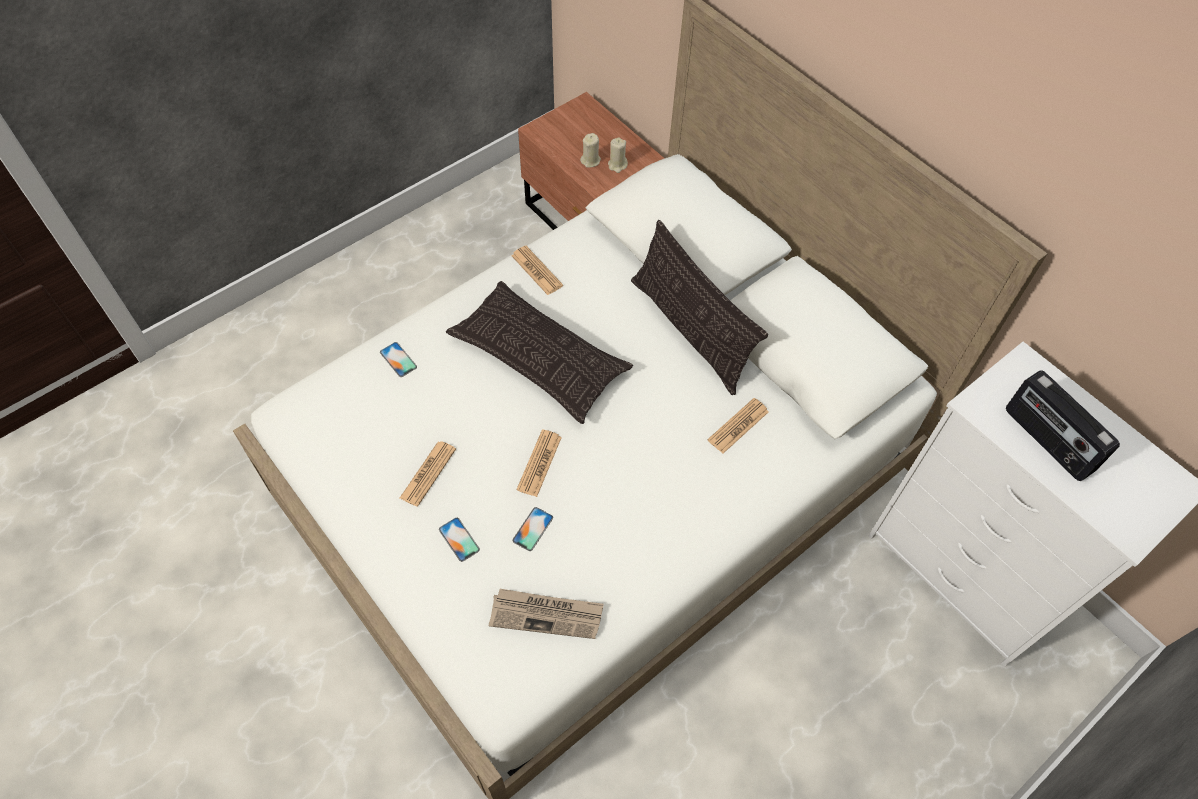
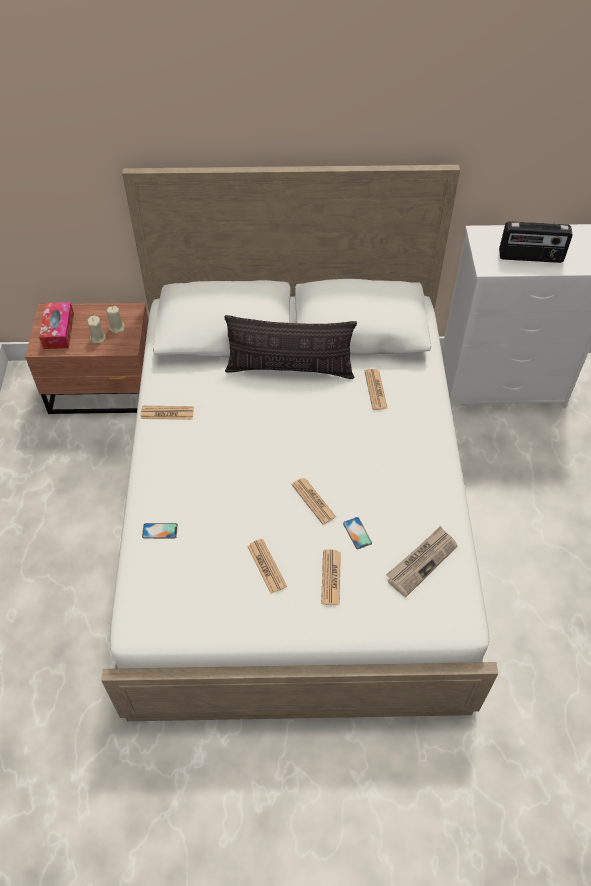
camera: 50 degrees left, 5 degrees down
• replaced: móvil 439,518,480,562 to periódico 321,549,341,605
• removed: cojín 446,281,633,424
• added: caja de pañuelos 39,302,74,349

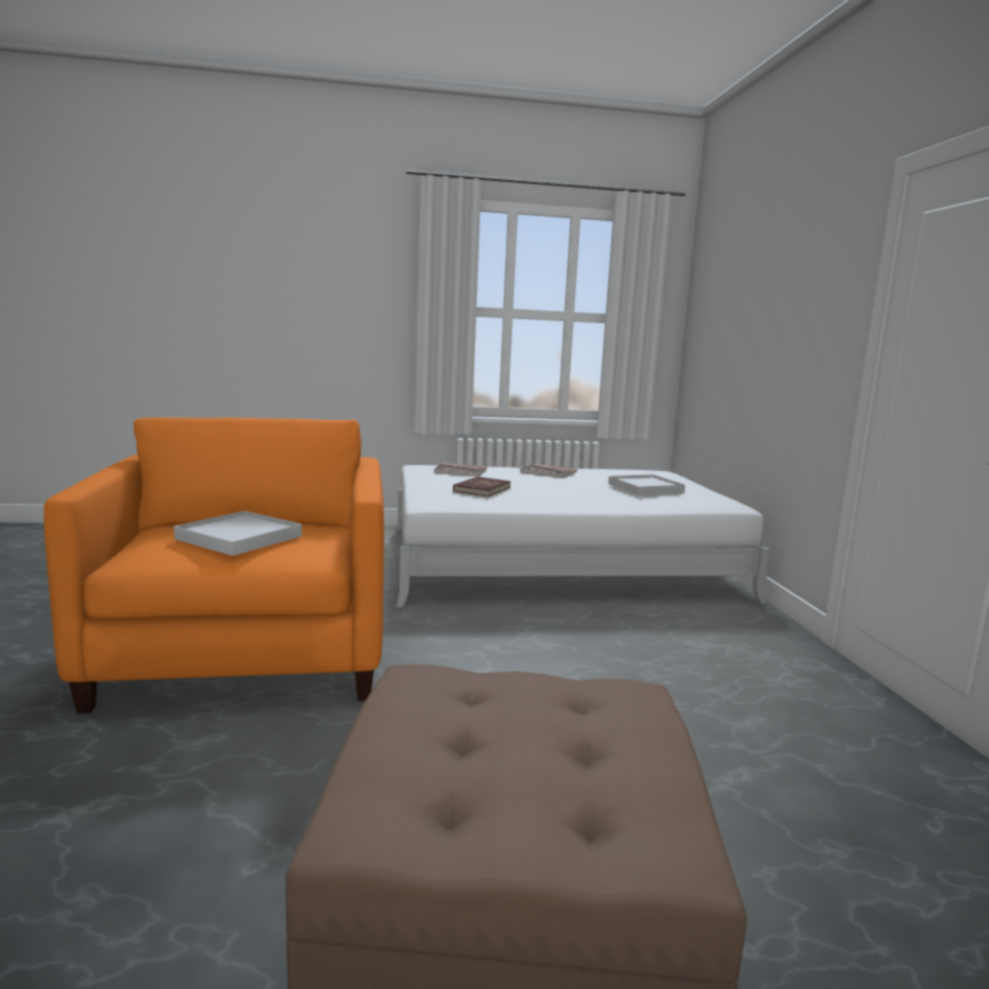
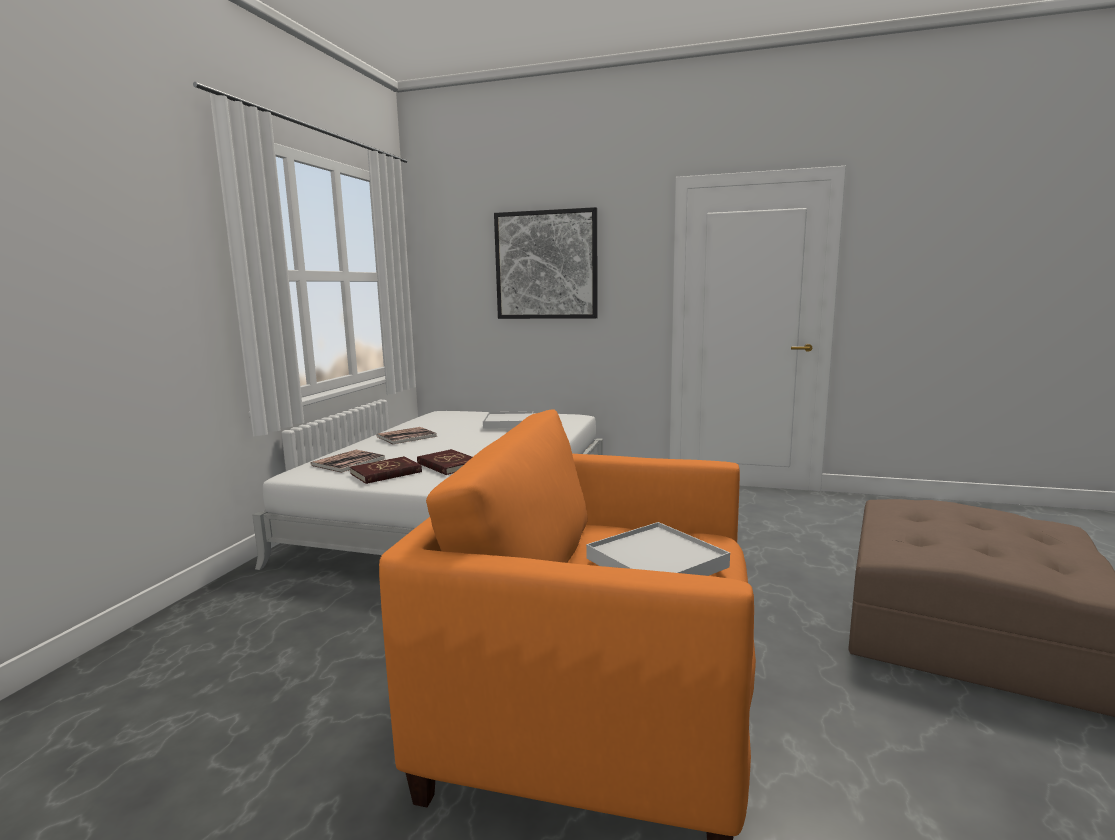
camera: 65 degrees left, 0 degrees up
• added: libro [rojo] 350,456,422,484
• added: cuadro 494,207,598,319

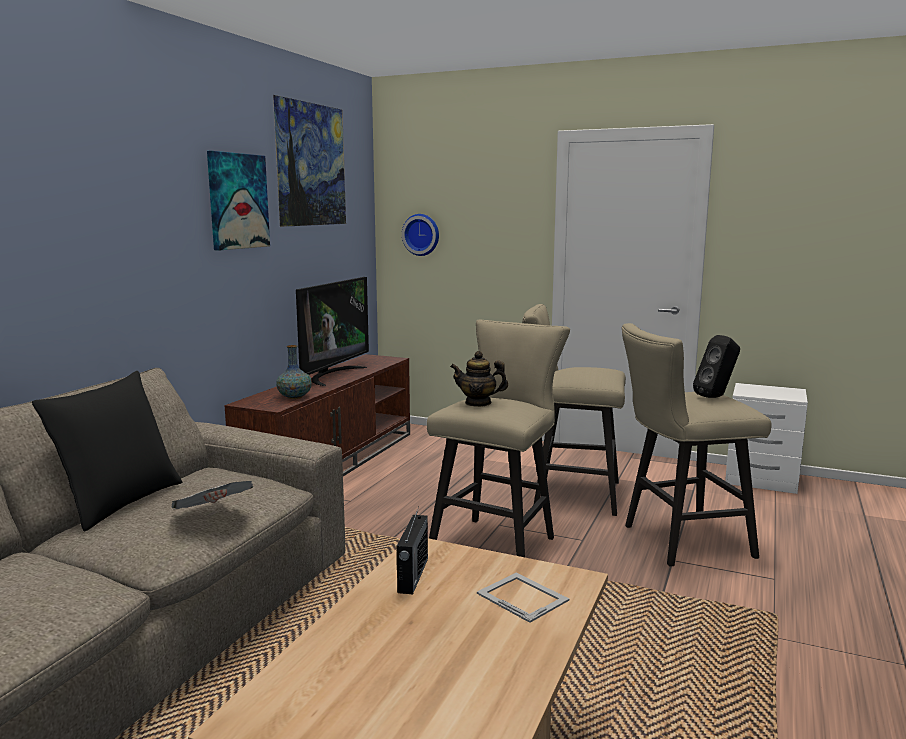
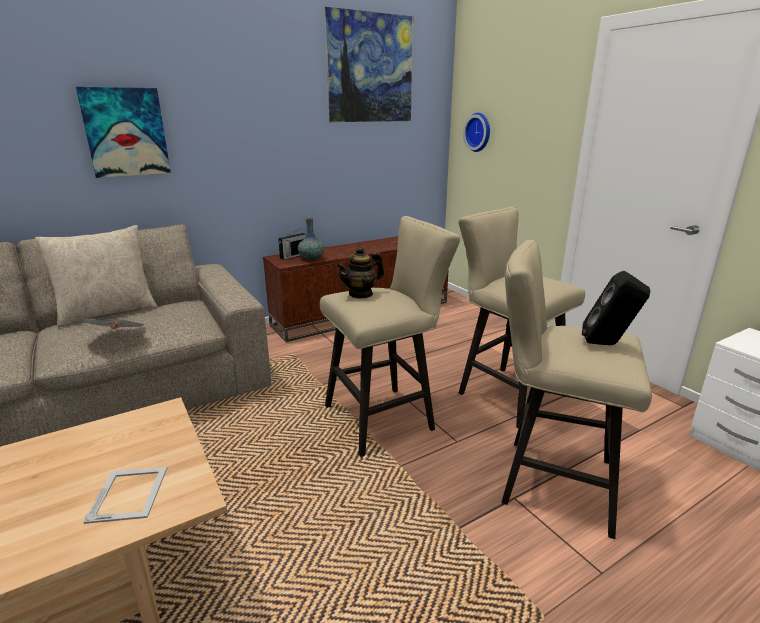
camera: 35 degrees right, 10 degrees up
• recoloured: cojín [negro] 32,371,182,531 to cojín [beis] 35,225,158,327
• moved: cuadro 207,151,270,250 to 76,86,171,178
• removed: televisor 296,277,369,386
• moved: radio 397,506,428,594 to 278,229,306,260
• turned: tetera 450,351,508,407 = 336,246,384,299 75 degrees counterclockwise

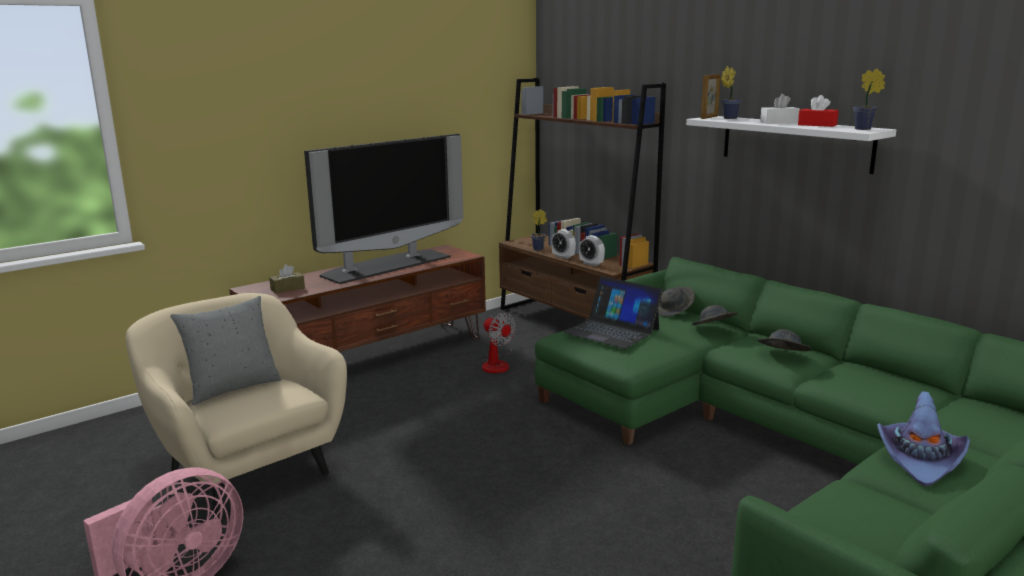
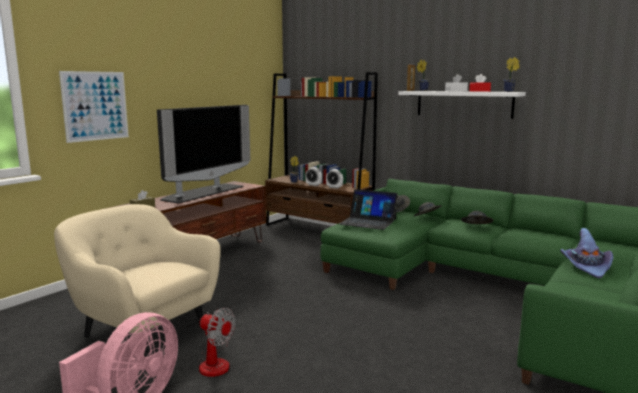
camera: 15 degrees left, 5 degrees down
• removed: cojín [gris] 170,296,282,405
• moved: ventilador 482,312,516,373 to 198,308,236,377
• added: cuadro 59,71,129,143

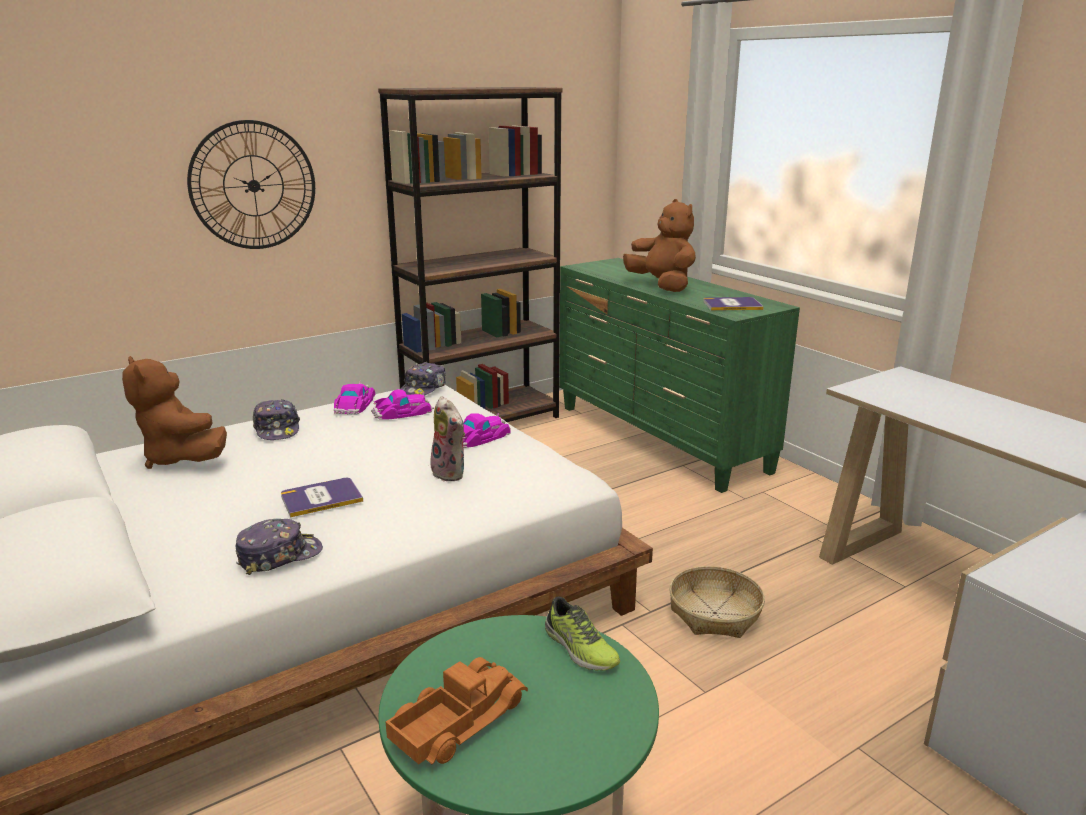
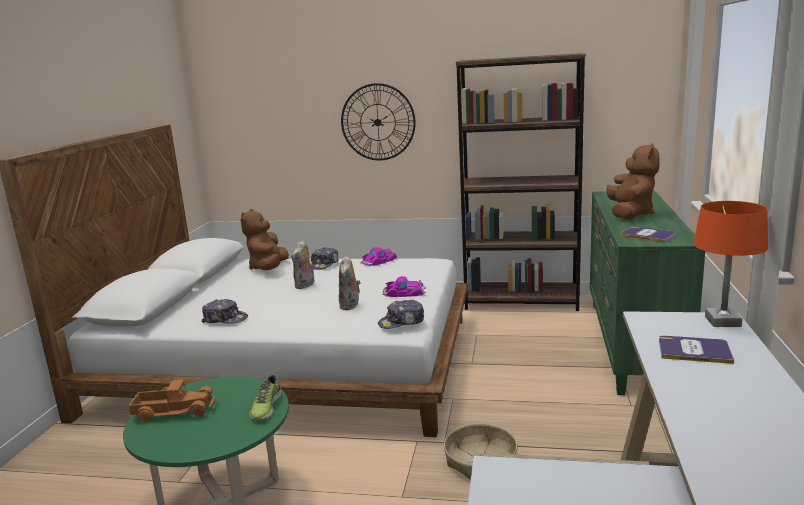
camera: 45 degrees right, 5 degrees down
• moved: libro 281,478,363,517 to 659,336,734,364
• removed: coche de juguete 371,389,434,420
• moved: gorra 400,362,446,396 to 378,300,424,329
• added: peluche 291,240,314,289
• added: lámpara de mesa [naranja] 693,201,768,327

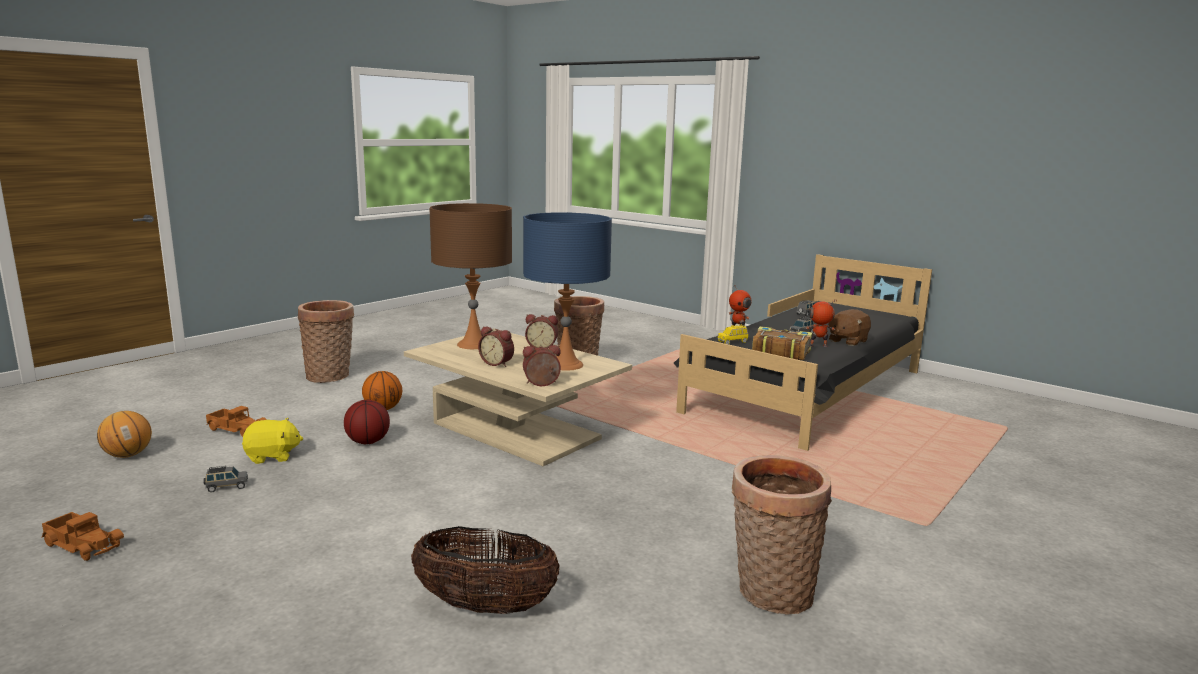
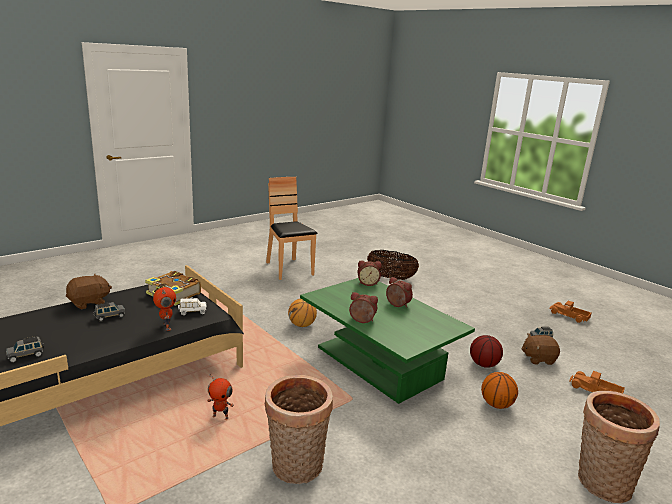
camera: 170 degrees left, 5 degrees up
• moved: balón de baloncesto 97,411,152,458 to 288,299,317,327
• recoloured: peluche [amarillo] 242,418,303,464 to peluche [marrón] 521,333,560,365
• recoloured: mesa de centro [beis] 404,328,632,466 to mesa de centro [verde] 300,278,475,404
• removed: lámpara de mesa [marrón] 429,203,512,349
• removed: lámpara de mesa [azul] 523,212,612,371
• recoloured: coche de juguete [amarillo] 718,325,748,344 to coche de juguete [blanco] 178,298,207,315
• replaced: cesta 732,455,832,614 to silla [marrón] 266,177,318,280
• moved: robot de juguete 806,299,837,347 to 207,373,234,420

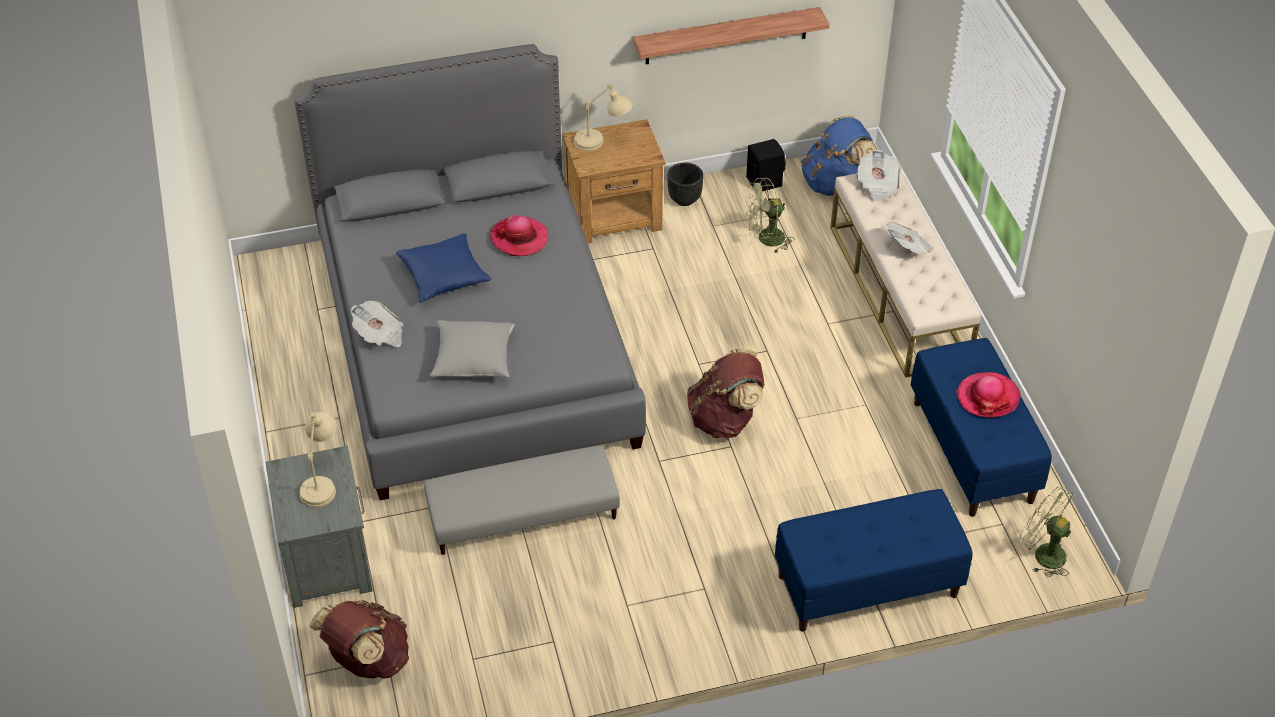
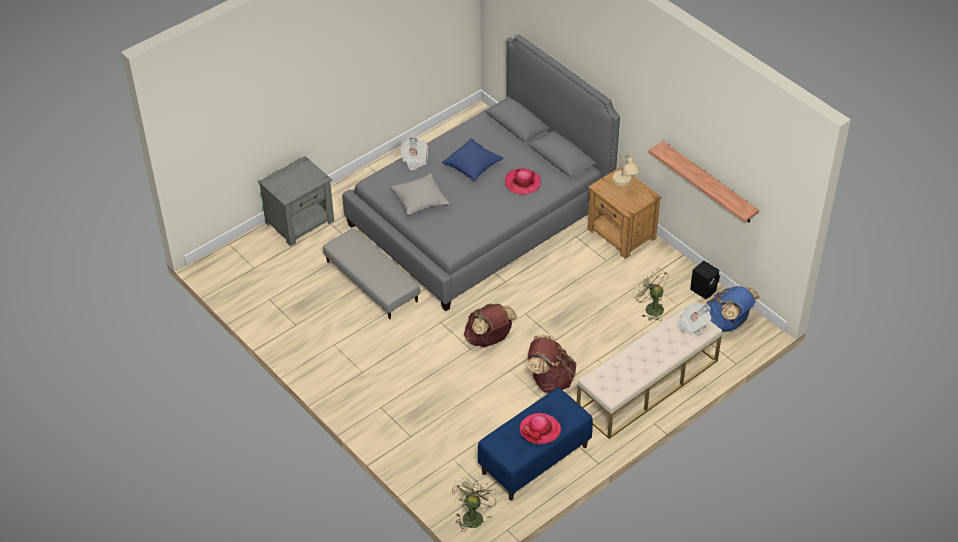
camera: 65 degrees right, 0 degrees up
• removed: lámpara de mesa [beis] 300,412,337,507
• moved: mochila [marrón] 309,600,409,679 to 528,335,576,393
• removed: maceta [negro] 667,163,703,206
• removed: banco [azul] 775,489,973,632
• removed: periódico 886,222,934,254

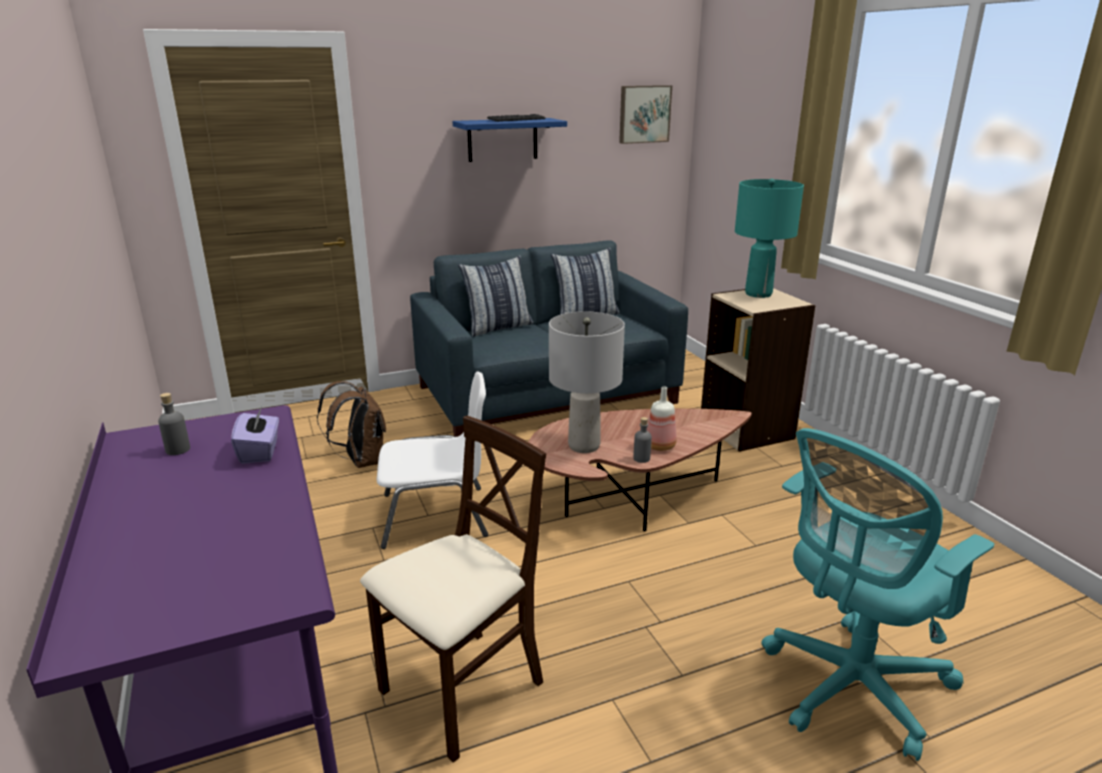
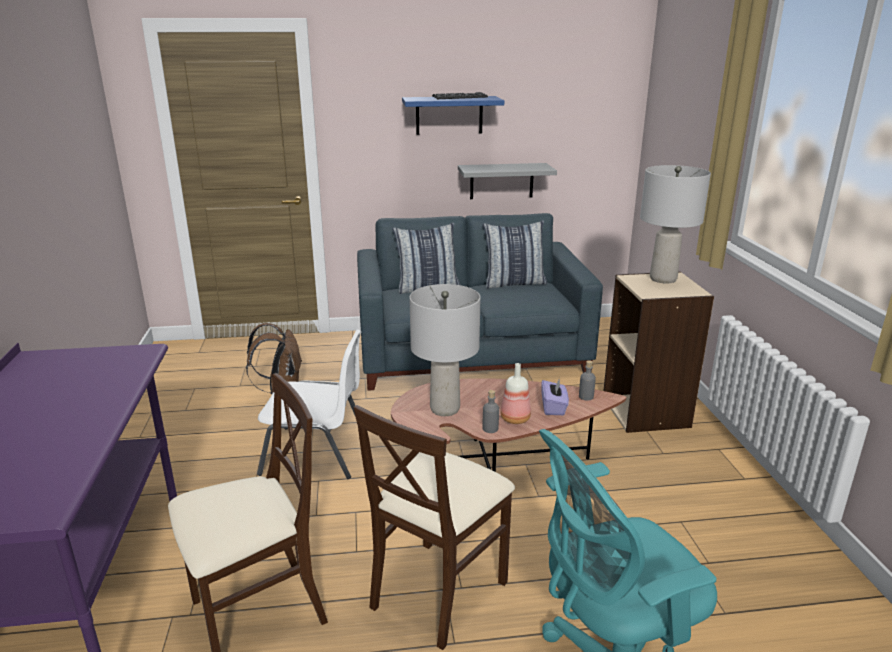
camera: 15 degrees right, 0 degrees up
• moved: botella [gris] 158,393,190,455 to 579,360,596,401
• moved: caja de pañuelos [morado] 231,407,279,464 to 541,378,569,415
• removed: cuadro 619,85,672,144
• recoloured: lámpara de mesa [turquesa] 735,179,804,298 to lámpara de mesa [gris] 640,165,711,283
• added: silla [beis] 354,405,515,650
• added: estante [gris] 458,163,557,199

